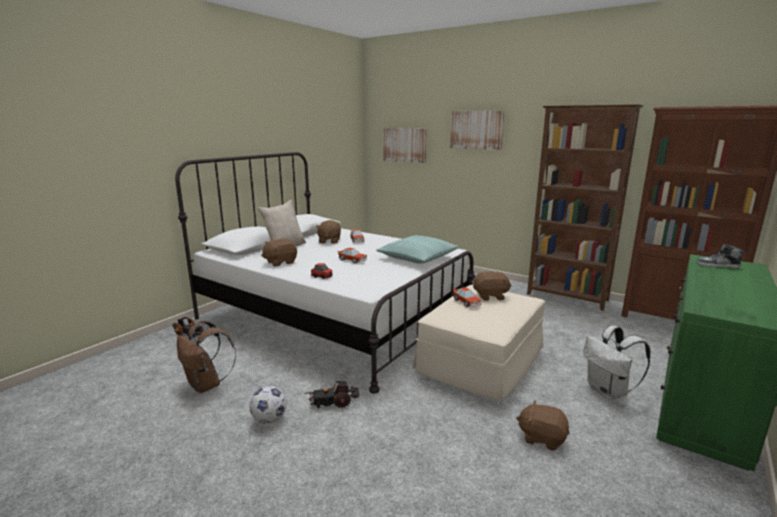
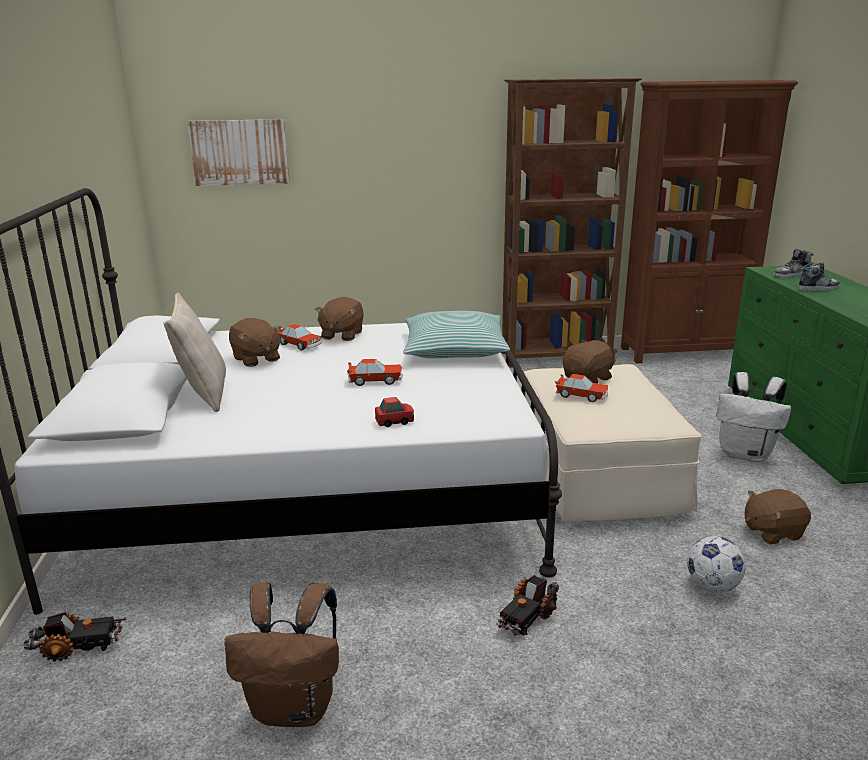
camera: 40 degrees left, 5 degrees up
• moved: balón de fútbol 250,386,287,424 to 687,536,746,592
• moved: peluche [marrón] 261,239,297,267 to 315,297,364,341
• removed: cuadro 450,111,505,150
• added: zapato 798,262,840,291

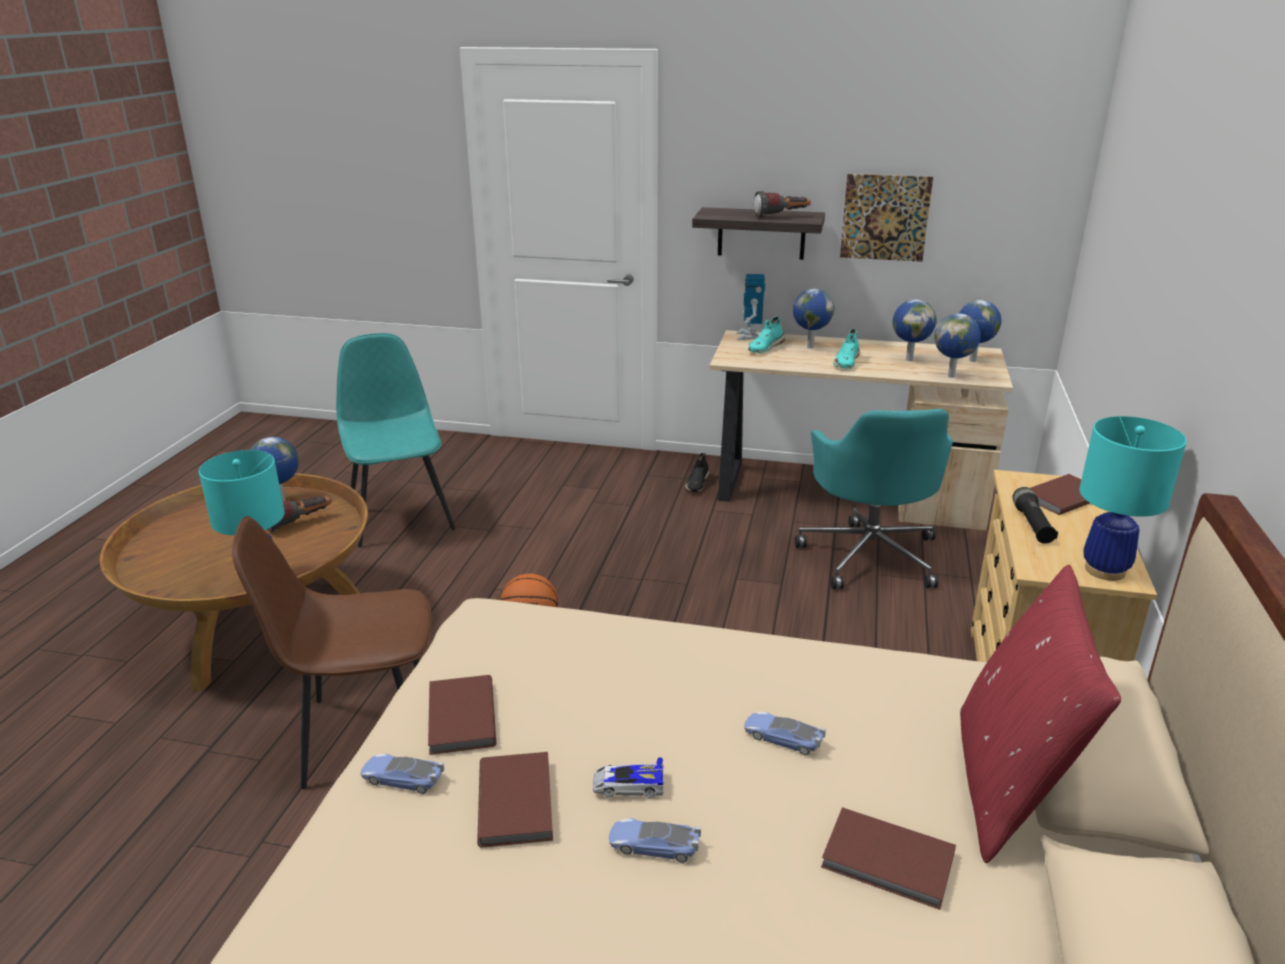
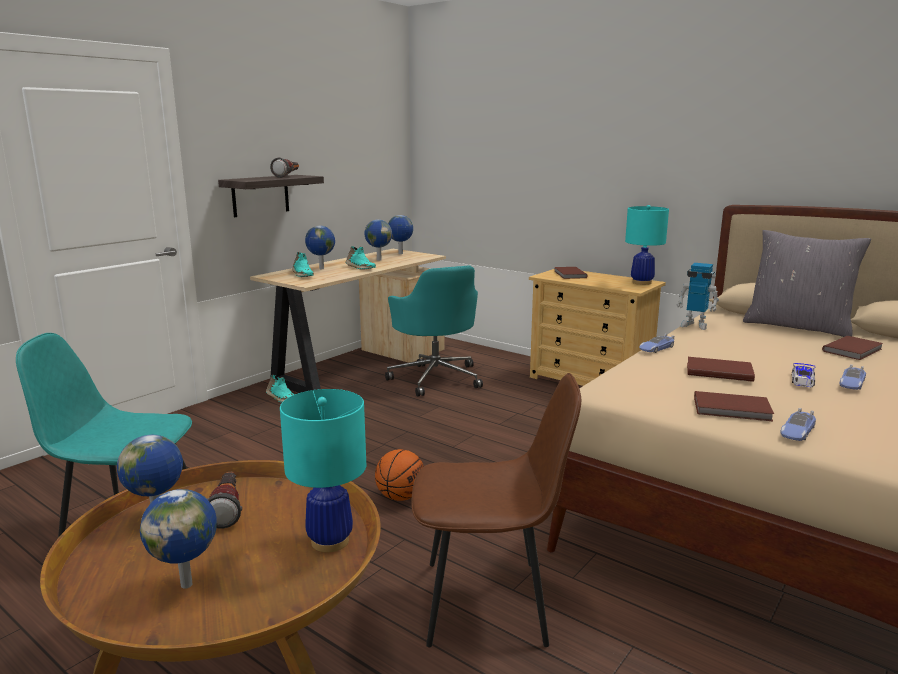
camera: 65 degrees left, 10 degrees down
• turned: silla [marrón] 232,516,432,789 = 412,373,581,647 105 degrees counterclockwise
• moved: libro [marrón] 477,752,553,848 to 687,357,755,382
• recoloured: zapato [negro] 685,453,710,493 to zapato [turquesa] 266,375,295,402
• moved: robot de juguete 736,274,765,340 to 677,263,719,330
• moved: coche de juguete 744,712,826,755 to 639,334,674,353
• turned: silla de oficina [turquesa] 795,409,953,589 = 385,266,483,397 45 degrees clockwise
• removed: cuadro 840,174,933,262
• moved: globo terráqueo 934,313,981,378 to 140,489,216,589
• recoloured: cojín [rojo] 960,565,1121,863 to cojín [gris] 743,230,871,337
• removed: linterna [negro] 1012,487,1058,544

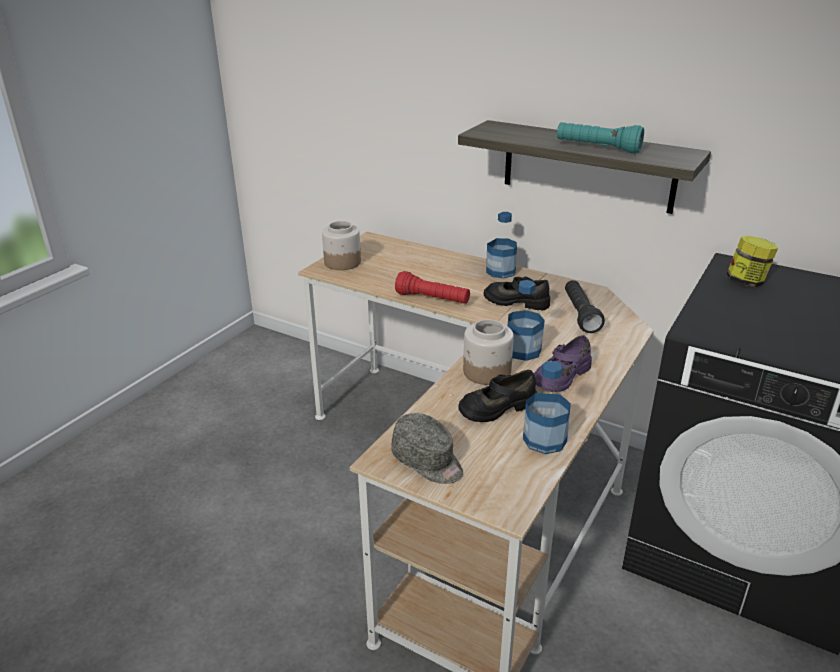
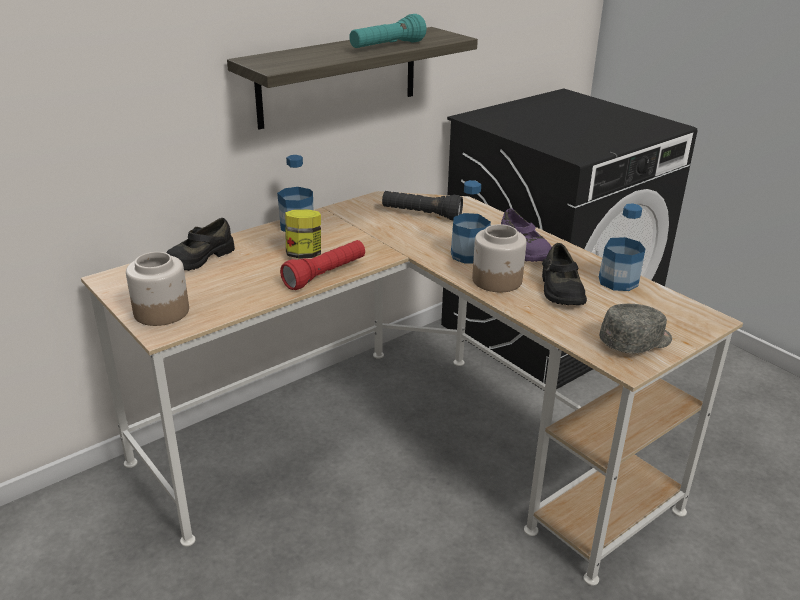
camera: 70 degrees left, 0 degrees up
• moved: zapato [negro] 484,276,550,311 to 167,218,235,271
• moved: tarro 727,236,778,287 to 285,209,321,258

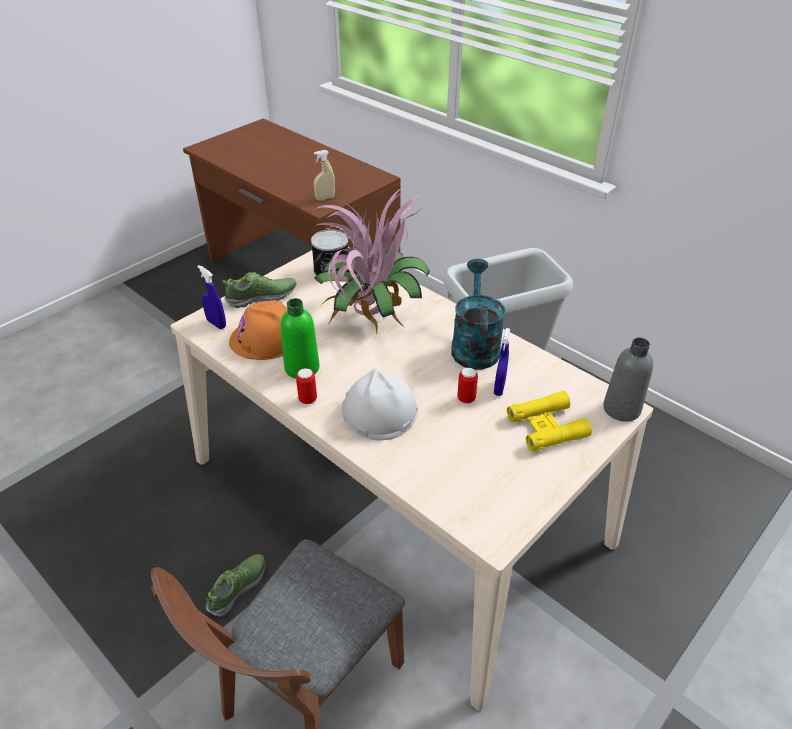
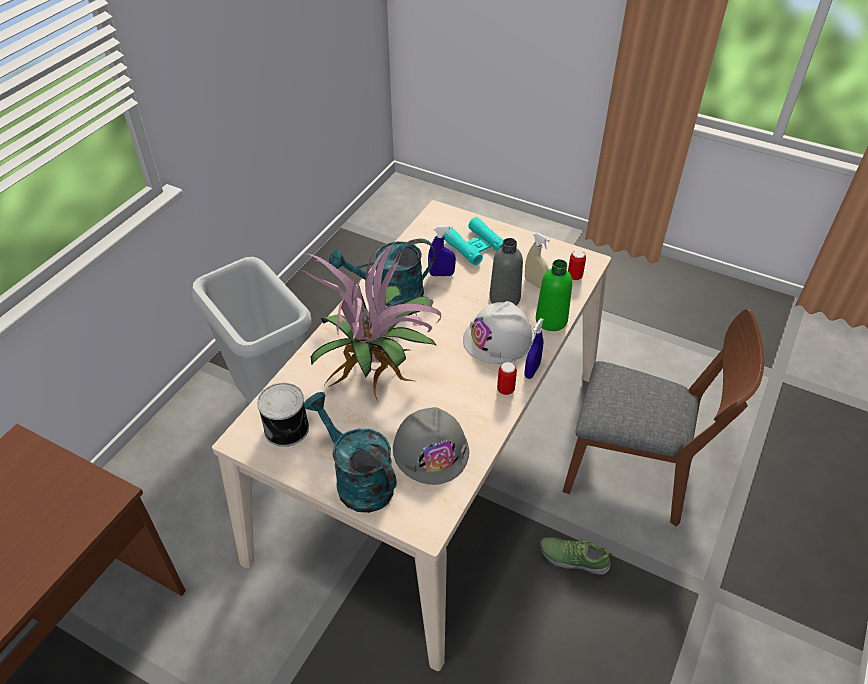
camera: 105 degrees left, 5 degrees up
• moved: pulverizador [azul] 197,265,226,329 to 524,318,544,379
• replaced: zapato 222,272,297,308 to regadera [turquesa] 304,392,397,513
• recoloured: casco [naranja] 229,300,287,360 to casco [gris] 393,407,469,485
• moved: botella [verde] 281,298,320,379 to 536,259,572,331
• moved: pulverizador [beis] 314,150,335,201 to 525,233,550,289
• moved: lata 457,368,478,404 to 568,250,586,280
• recoloured: prismáticos [amarillo] 507,391,592,451 to prismáticos [turquesa] 443,217,504,265
• moved: botella [gris] 603,338,653,422 to 489,238,523,306

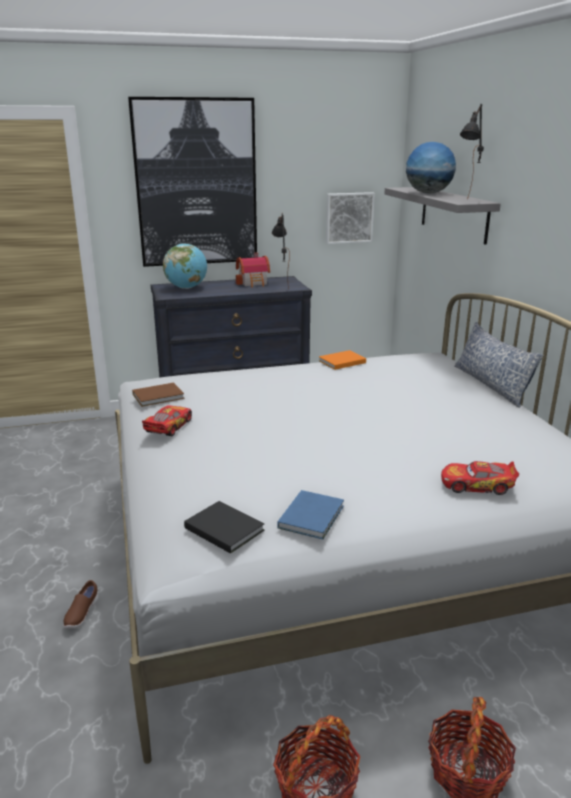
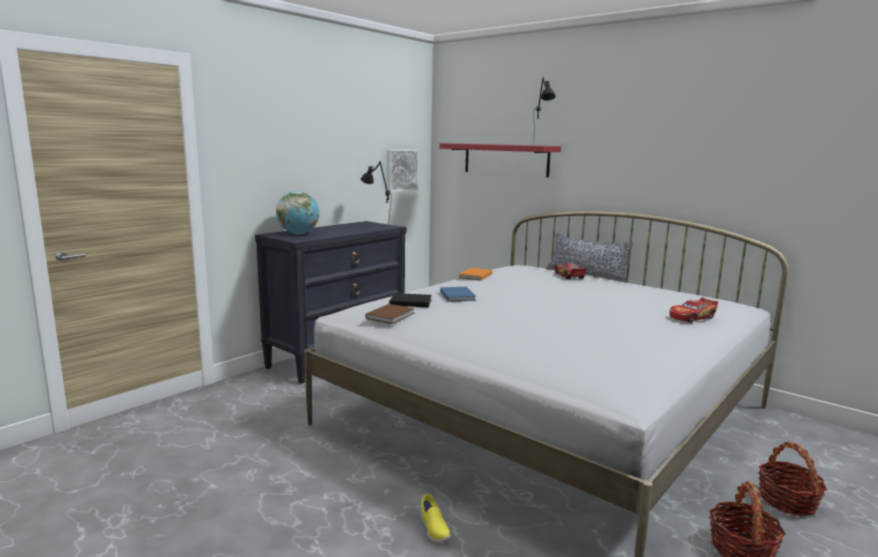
camera: 35 degrees left, 10 degrees down
• recoloured: zapato [marrón] 64,580,99,629 to zapato [amarillo] 421,494,450,543
• removed: cuadro 128,97,257,267
• moved: coche de juguete 142,405,192,436 to 555,263,586,279
• moved: libro [negro] 184,501,265,554 to 390,293,432,307
• removed: casita 236,252,270,287
• moved: libro [azul] 277,490,344,540 to 440,287,476,302
• recoloured: estante [gris] 385,187,501,245 to estante [rojo] 439,143,561,177
• removed: globo terráqueo 406,142,456,193

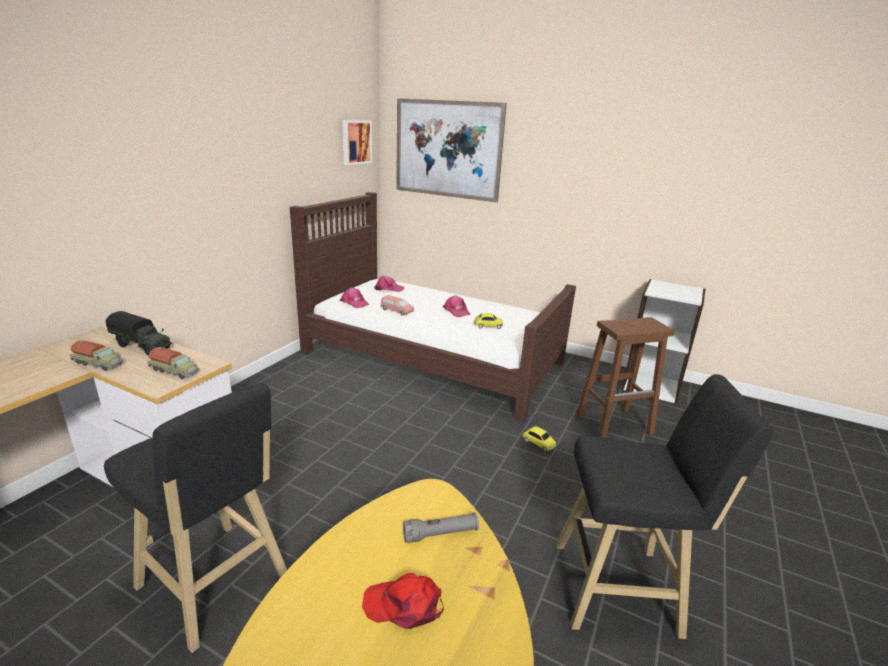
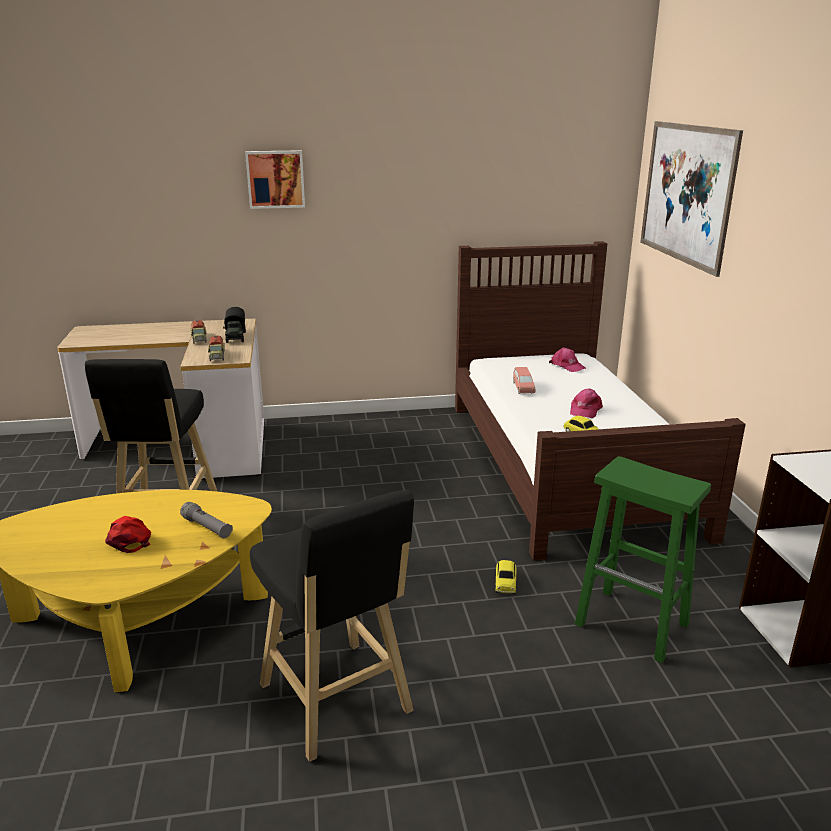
camera: 55 degrees right, 0 degrees up
• removed: gorra [rosa] 340,288,369,308
• moved: cuadro 342,120,372,165 to 245,150,305,209
• recoloured: taburete [marrón] 576,317,674,438 to taburete [verde] 575,456,711,663

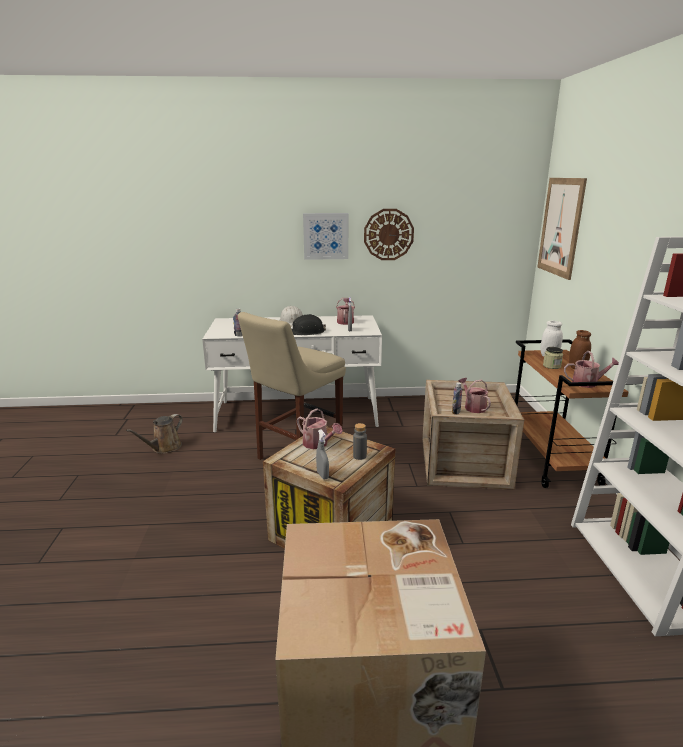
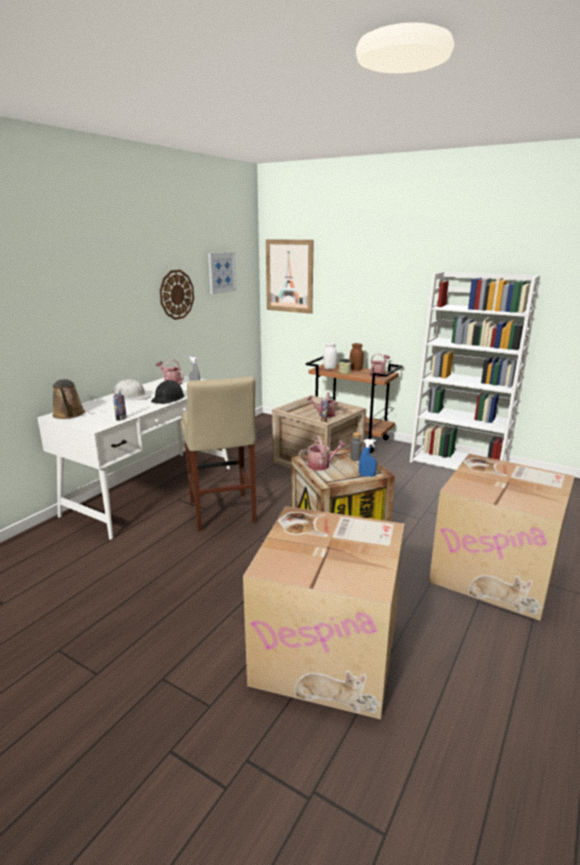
camera: 55 degrees left, 0 degrees up
• moved: regadera [marrón] 126,414,183,453 to 52,378,85,419
• moved: cuadro 303,213,348,260 to 208,252,236,294
• recoloured: pulverizador [gris] 316,430,329,480 to pulverizador [azul] 359,439,377,477
• added: caja de cartón 243,506,404,719

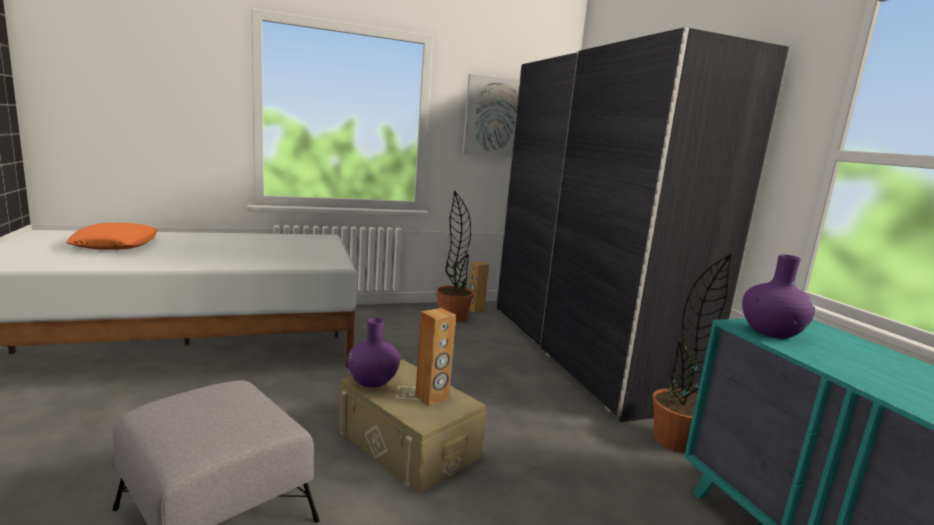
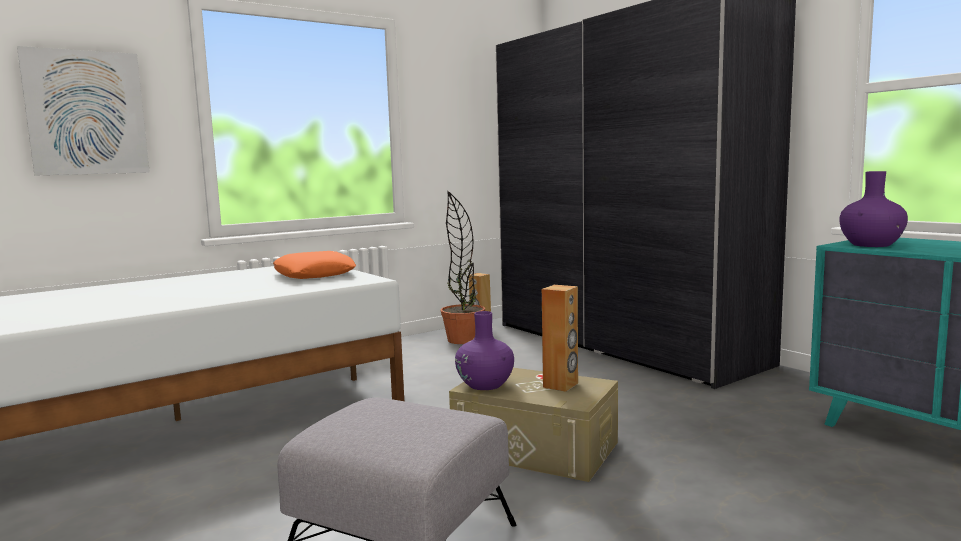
camera: 15 degrees left, 5 degrees down
• moved: cojín [naranja] 66,223,157,250 to 273,251,356,279
• moved: cuadro 462,74,520,157 to 17,46,150,175
• removed: planta en maceta 653,253,732,453

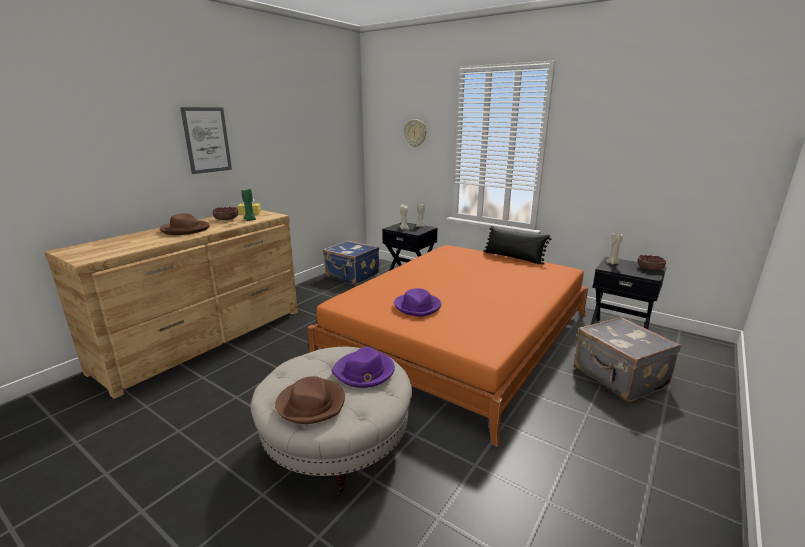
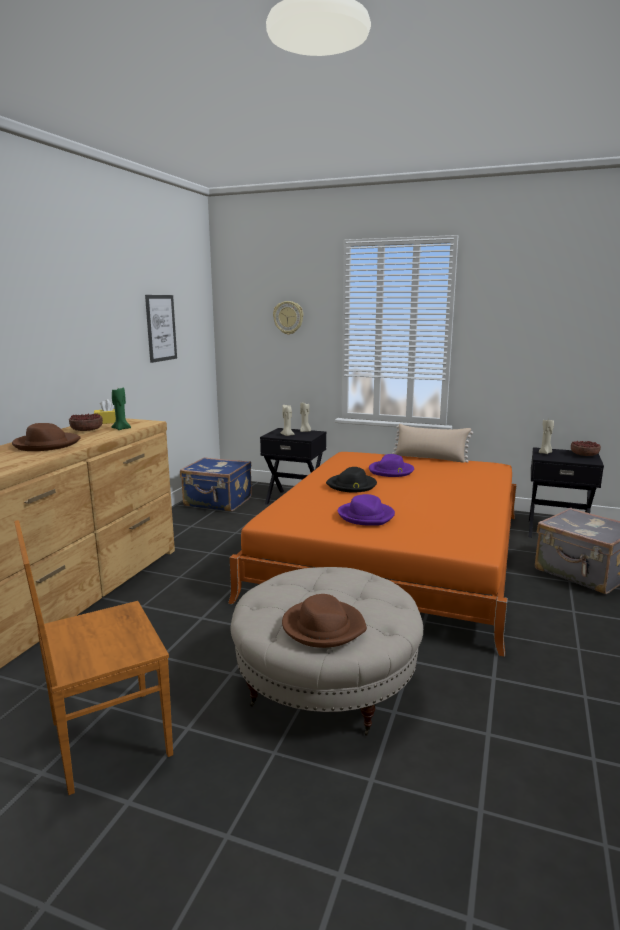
camera: 15 degrees left, 5 degrees down
• moved: cuadro 180,107,232,174 to 145,295,177,363
• moved: sombrero [morado] 331,347,395,388 to 369,454,414,477
• recoloured: cojín [negro] 484,226,551,265 to cojín [beis] 392,424,473,463
• added: silla [marrón] 14,520,173,795
• added: sombrero [negro] 326,467,377,492

